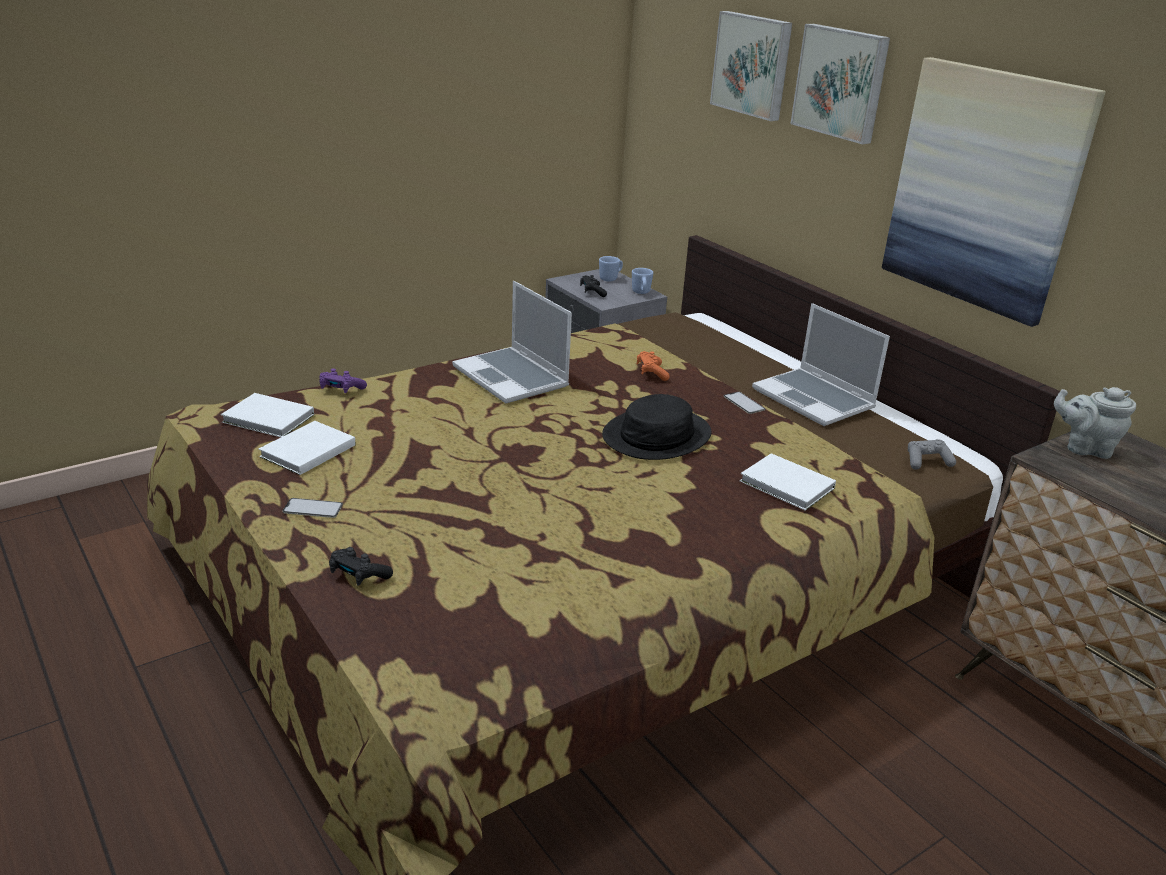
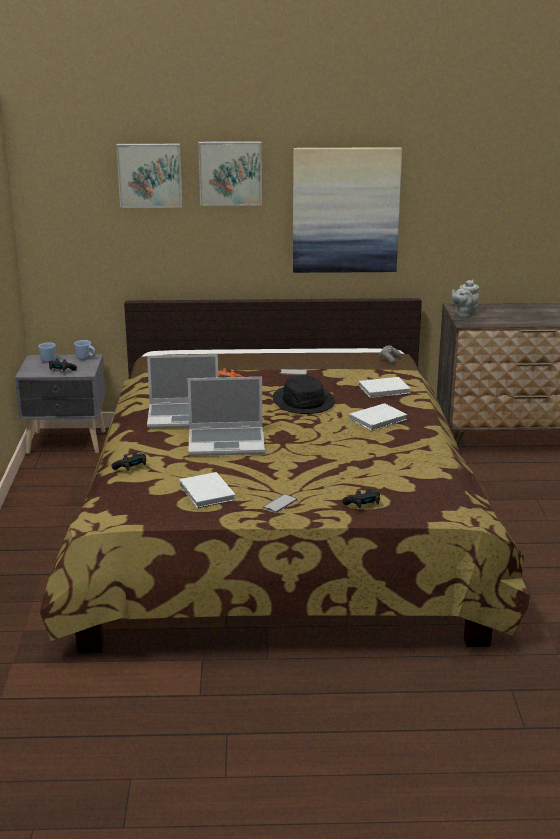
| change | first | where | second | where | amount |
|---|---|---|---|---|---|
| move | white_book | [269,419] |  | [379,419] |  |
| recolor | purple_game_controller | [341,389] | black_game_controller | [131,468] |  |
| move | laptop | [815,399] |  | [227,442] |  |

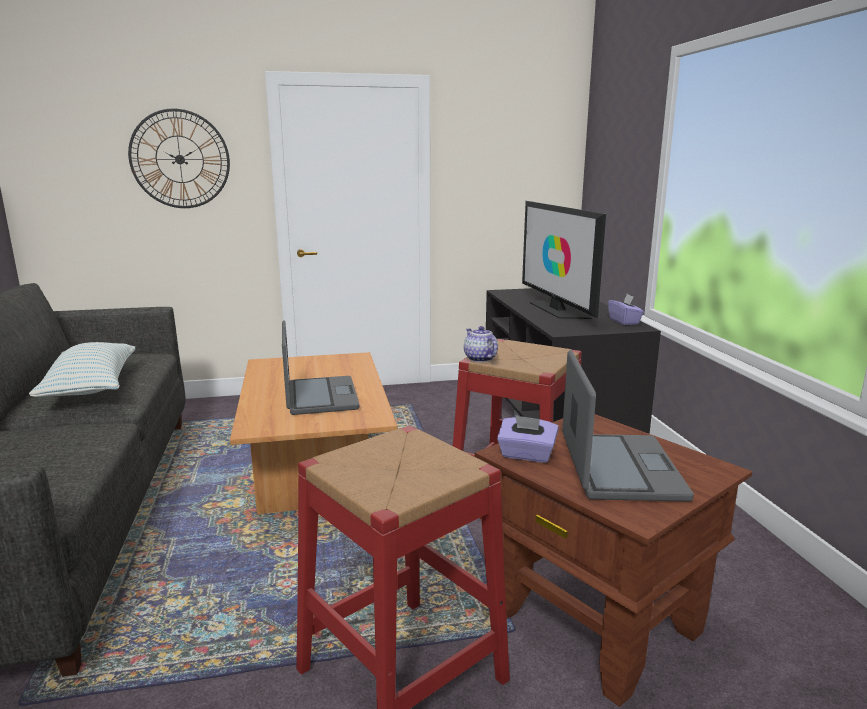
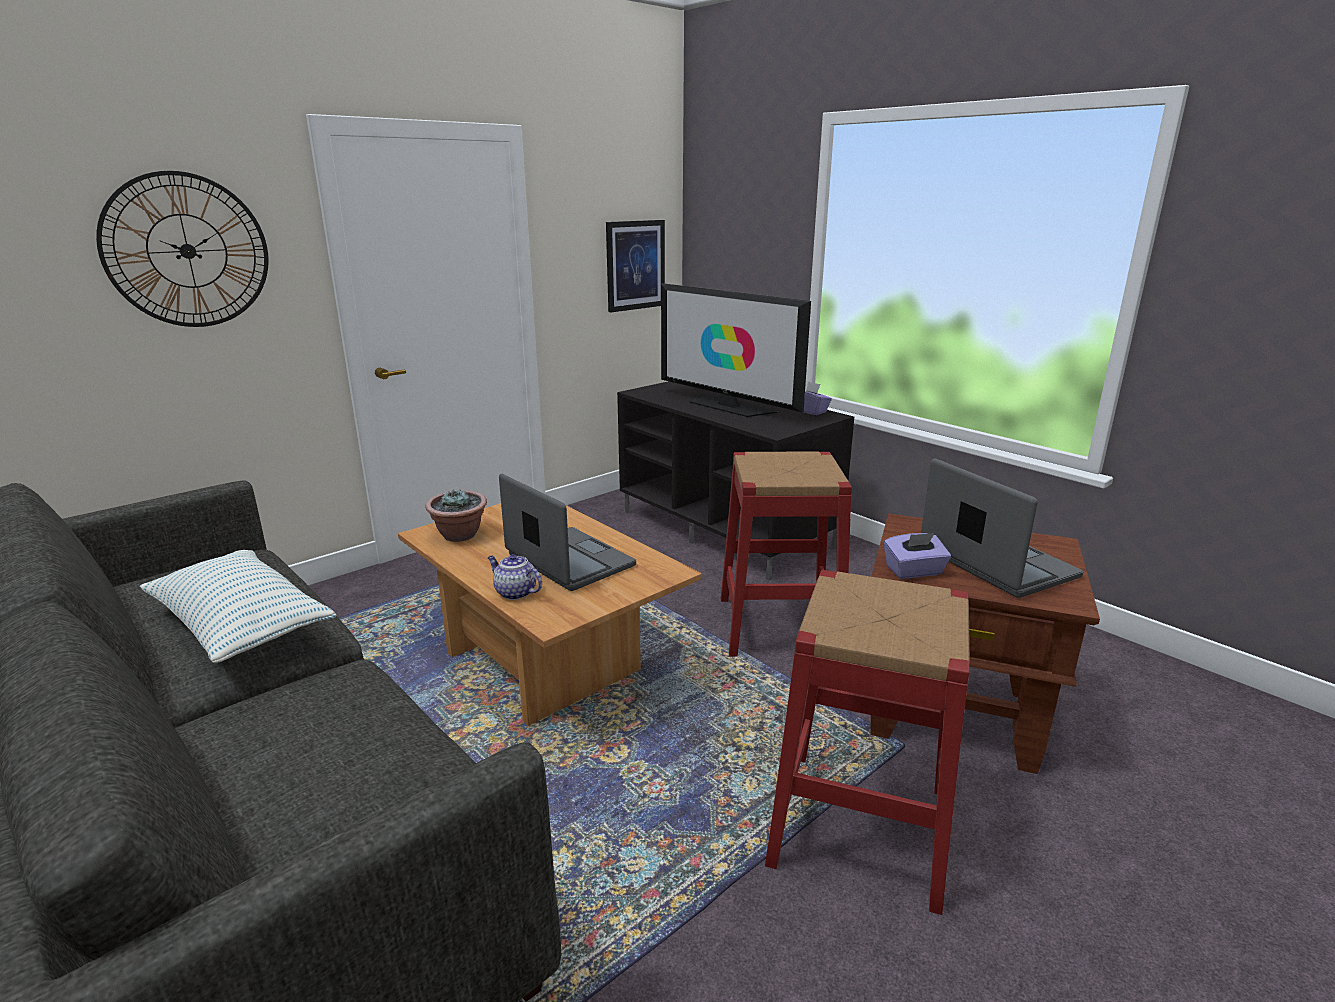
| change | first | where | second | where | amount |
|---|---|---|---|---|---|
| move | teapot | [479,358] |  | [514,592] |  |
| insert |  |  | potted_plant | [460,535] |  |
| insert |  |  | picture | [635,265] |  |

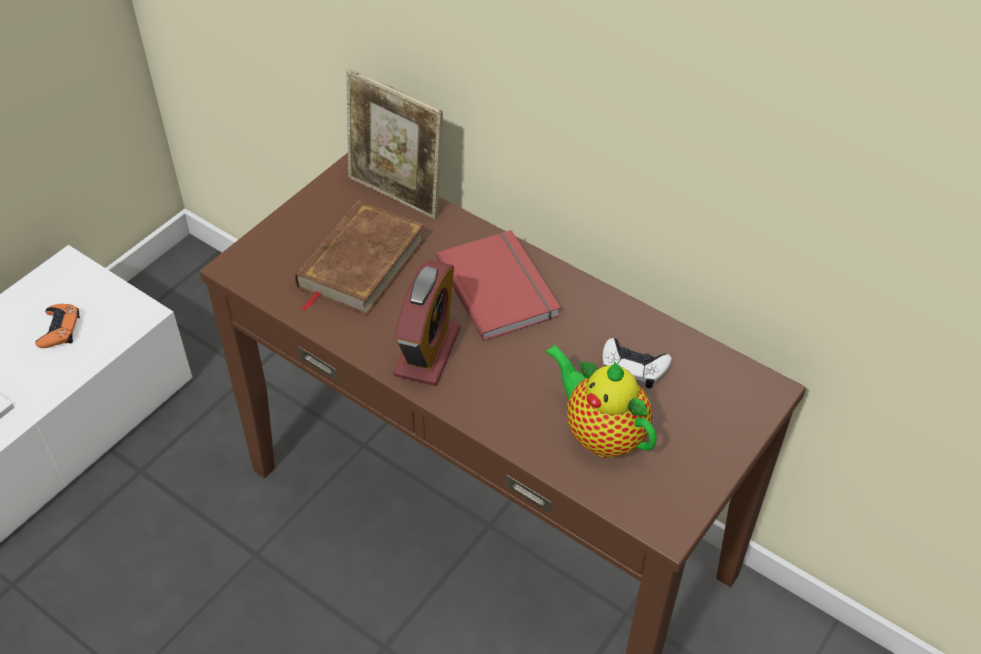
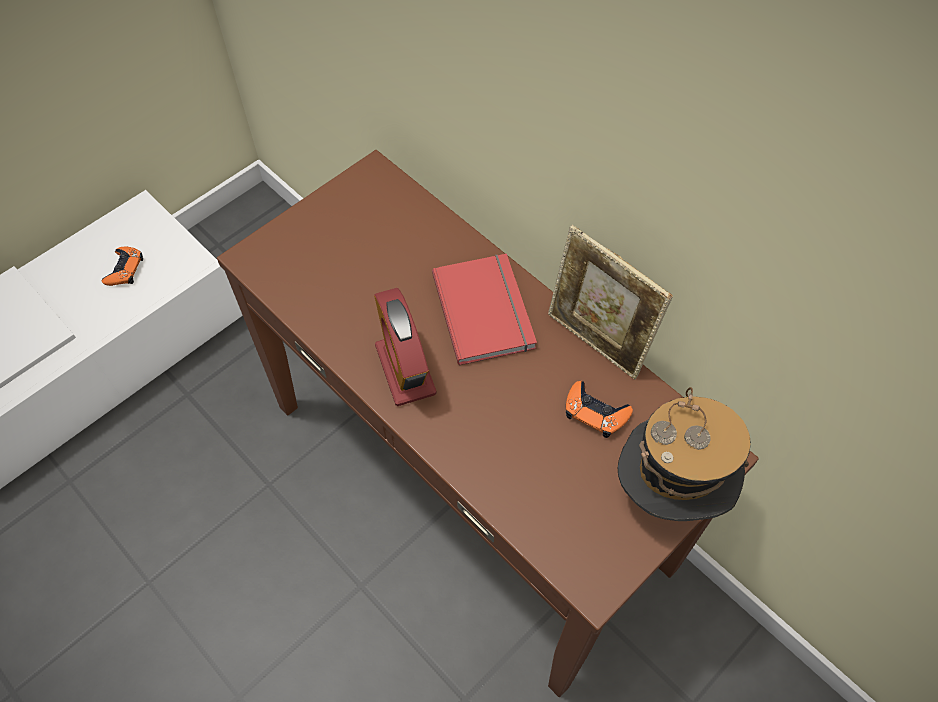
| change | first | where | second | where | amount |
|---|---|---|---|---|---|
| delete | brown_book | [360,264] |  |  |  |
| move | picture_frame | [396,195] |  | [596,343] |  |
| rotate | alarm_clock | [427,352] |  | [405,369] | 135 degrees clockwise |
| delete | teapot | [601,433] |  |  |  |
| recolor | white_game_controller | [633,367] | orange_game_controller | [595,412] |  |
| insert |  |  | hat | [669,493] |  |

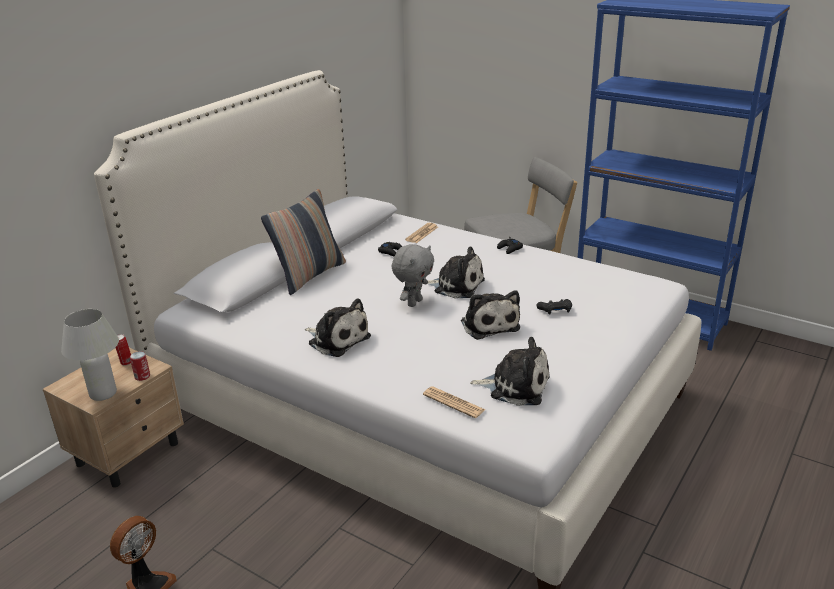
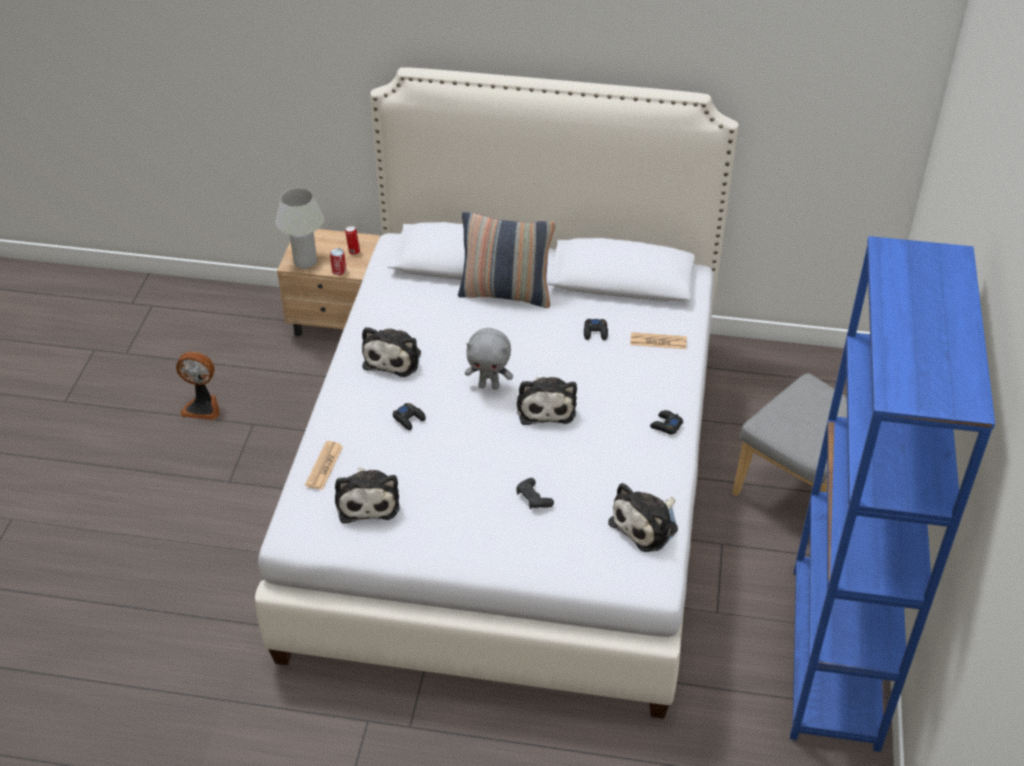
| change | first | where | second | where | amount |
|---|---|---|---|---|---|
| move | plush_toy | [489,324] |  | [647,525] |  |
| insert |  |  | black_game_controller | [409,419] |  |

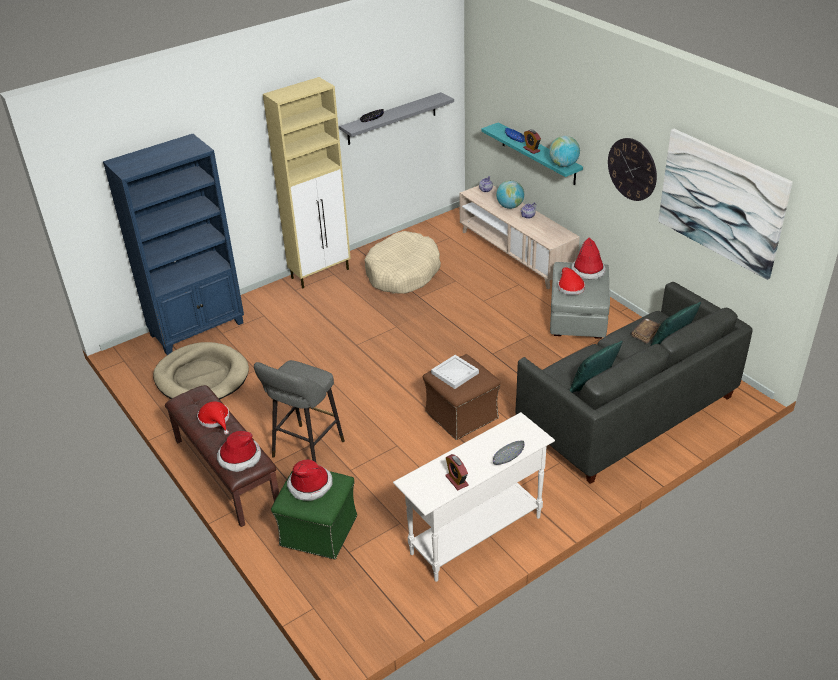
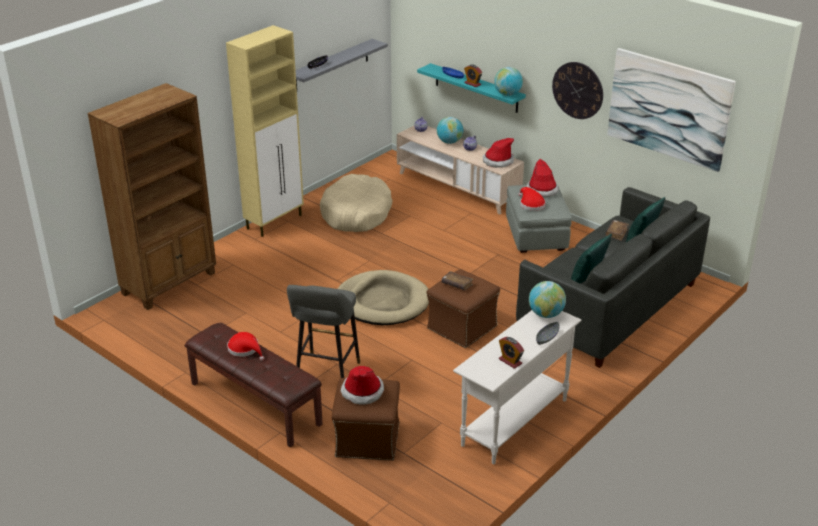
| change | first | where | second | where | amount |
|---|---|---|---|---|---|
| recolor | blue_bookcase | [198,329] | brown_bookcase | [170,283] |  |
| move | beige_dog_bed | [202,377] |  | [382,302] |  |
| move | hat | [239,457] |  | [498,161] |  |
| recolor | green_ottoman | [318,531] | brown_ottoman | [366,440] |  |
| replace | white_tray | [455,372] | brown_book | [457,284] |  |
| insert |  |  | globe | [545,314] |  |

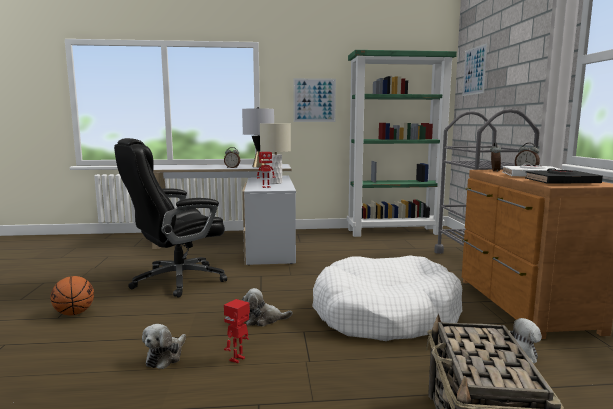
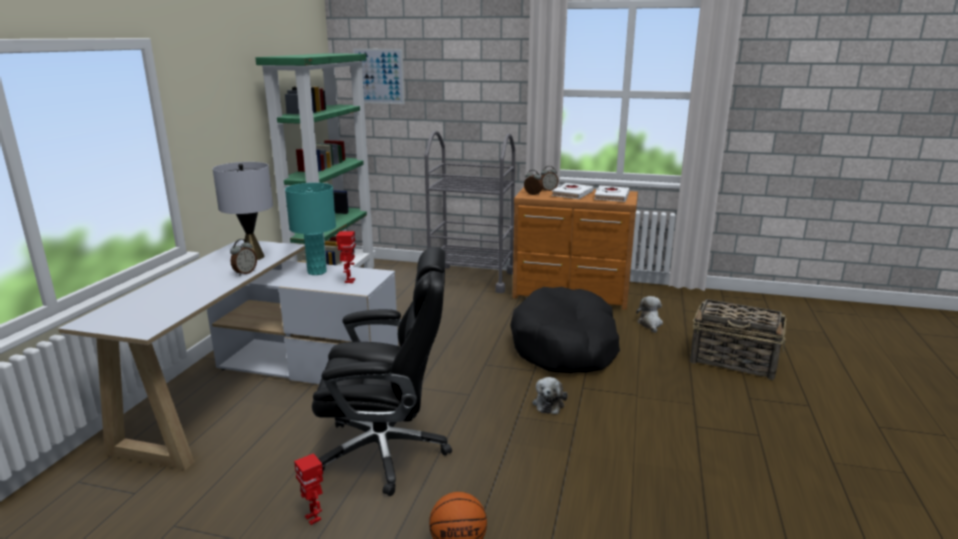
| change | first | where | second | where | amount |
|---|---|---|---|---|---|
| rotate | black_office_chair | [176,280] |  | [386,451] | 75 degrees counterclockwise |
| delete | plush_toy | [165,357] |  |  |  |
| move | toy_robot | [238,359] |  | [314,518] |  |
| recolor | beige_table_lamp | [276,183] | turquoise_table_lamp | [316,272] |  |
| delete | picture | [314,100] |  |  |  |
| recolor | white_dog_bed | [385,315] | black_dog_bed | [565,346] |  |
| recolor | black_book | [561,182] | white_book | [611,197] |  |

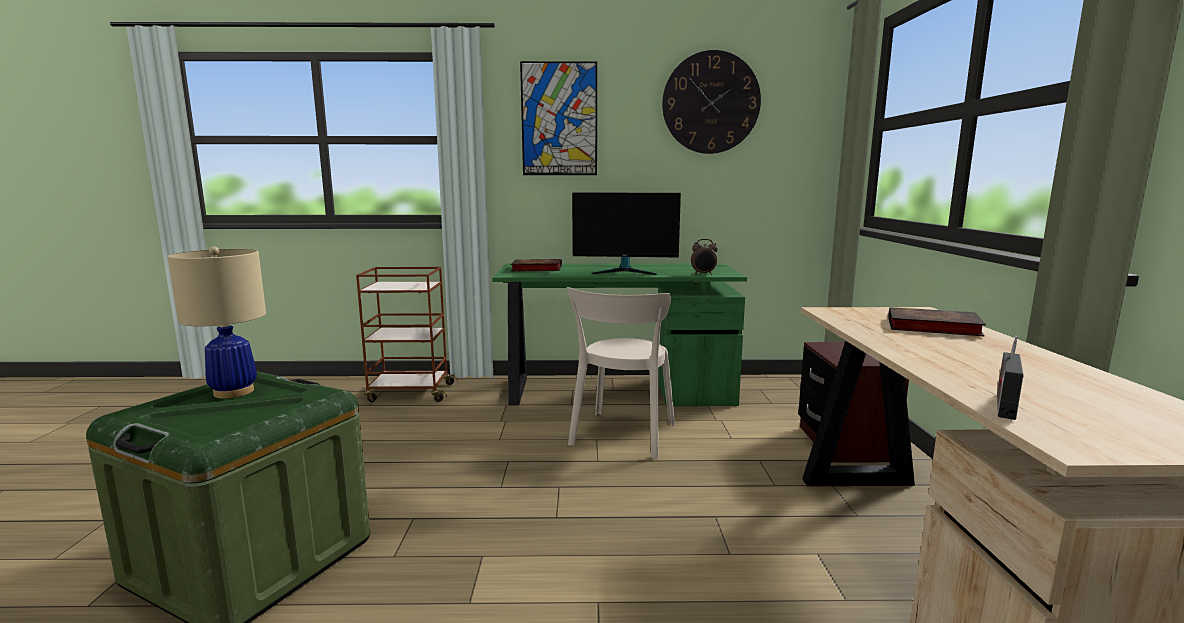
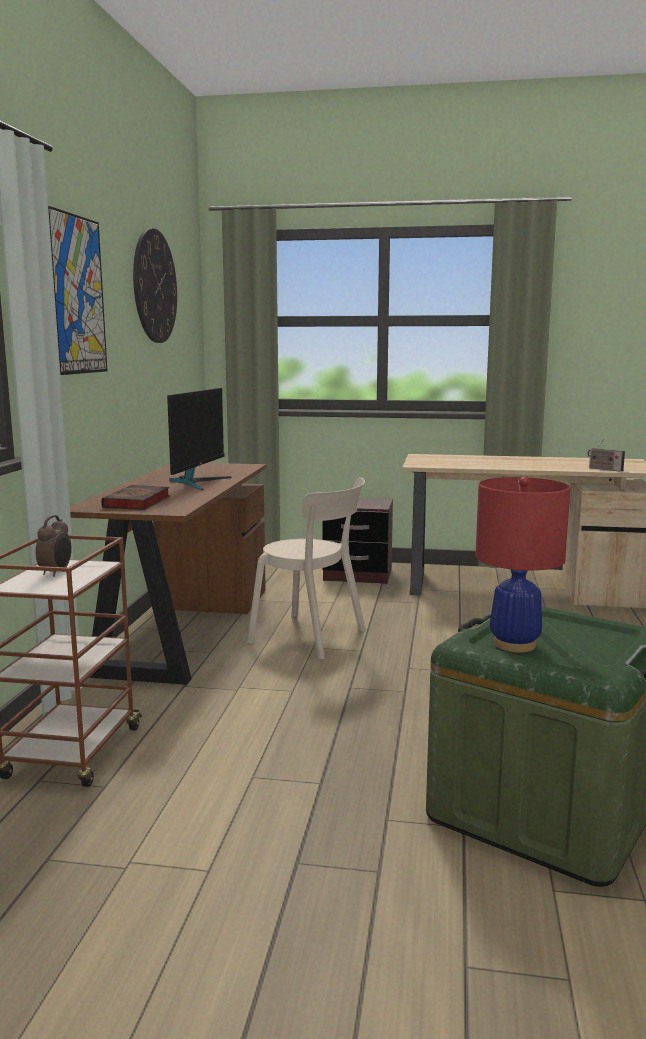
| change | first | where | second | where | amount |
|---|---|---|---|---|---|
| recolor | beige_table_lamp | [233,392] | red_table_lamp | [514,644] |  |
| recolor | green_desk | [616,390] | brown_desk | [183,629] |  |
| move | alarm_clock | [703,274] |  | [56,573] |  |
| delete | book | [930,327] |  |  |  |

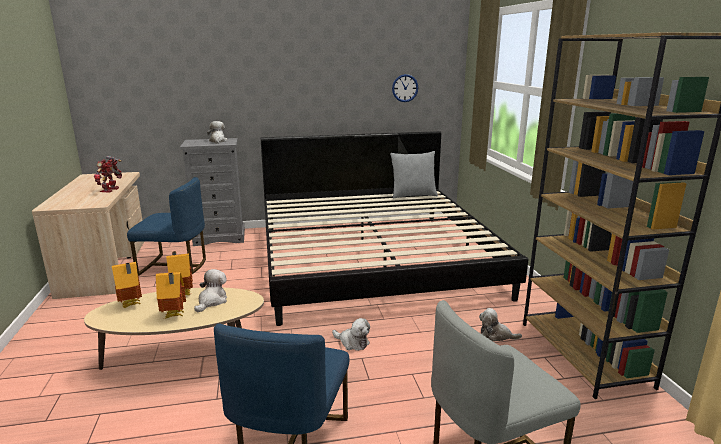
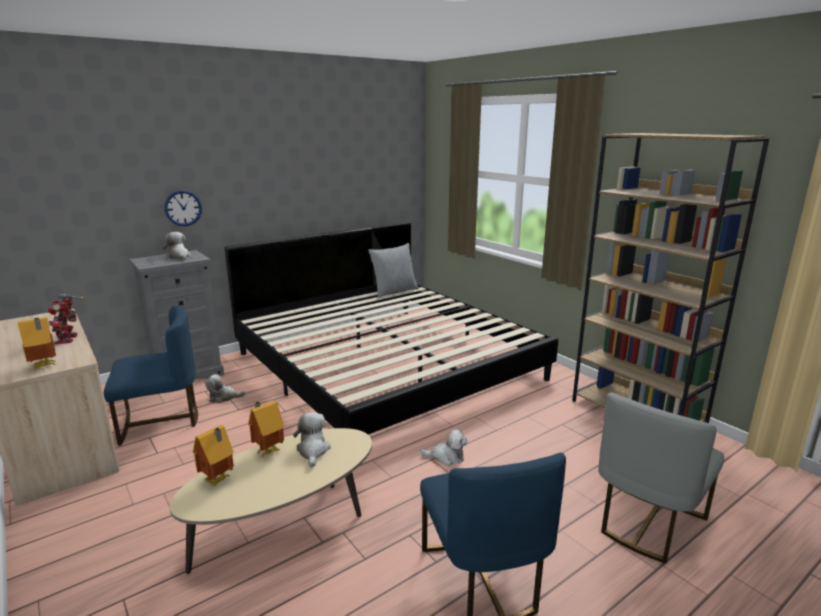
| change | first | where | second | where | amount |
|---|---|---|---|---|---|
| move | toy_house | [174,316] |  | [44,366] |  |
| move | wall_clock | [405,88] |  | [183,208] |  |
| move | plush_toy | [496,335] |  | [223,397] |  |

